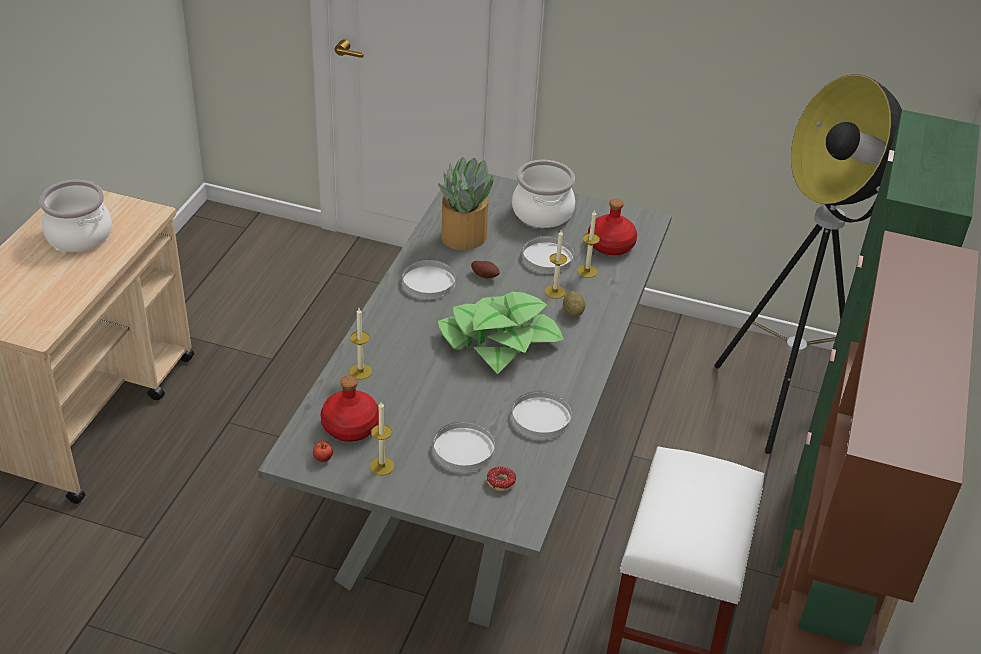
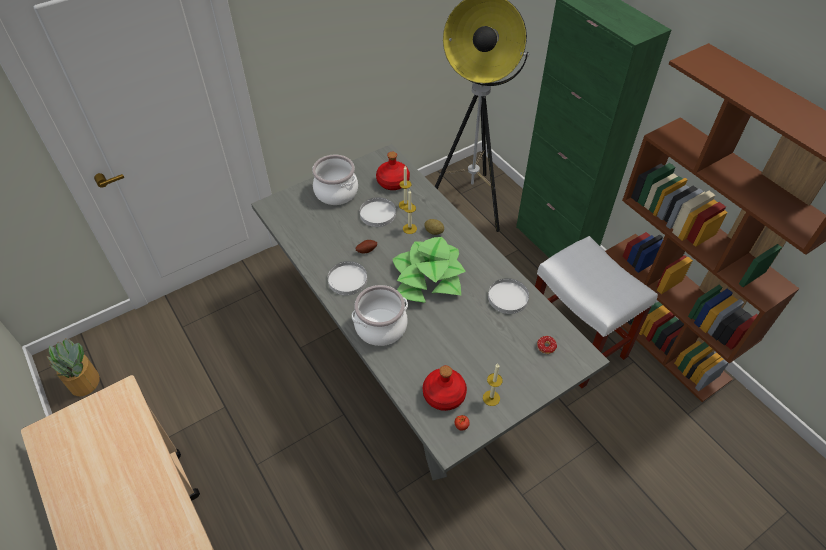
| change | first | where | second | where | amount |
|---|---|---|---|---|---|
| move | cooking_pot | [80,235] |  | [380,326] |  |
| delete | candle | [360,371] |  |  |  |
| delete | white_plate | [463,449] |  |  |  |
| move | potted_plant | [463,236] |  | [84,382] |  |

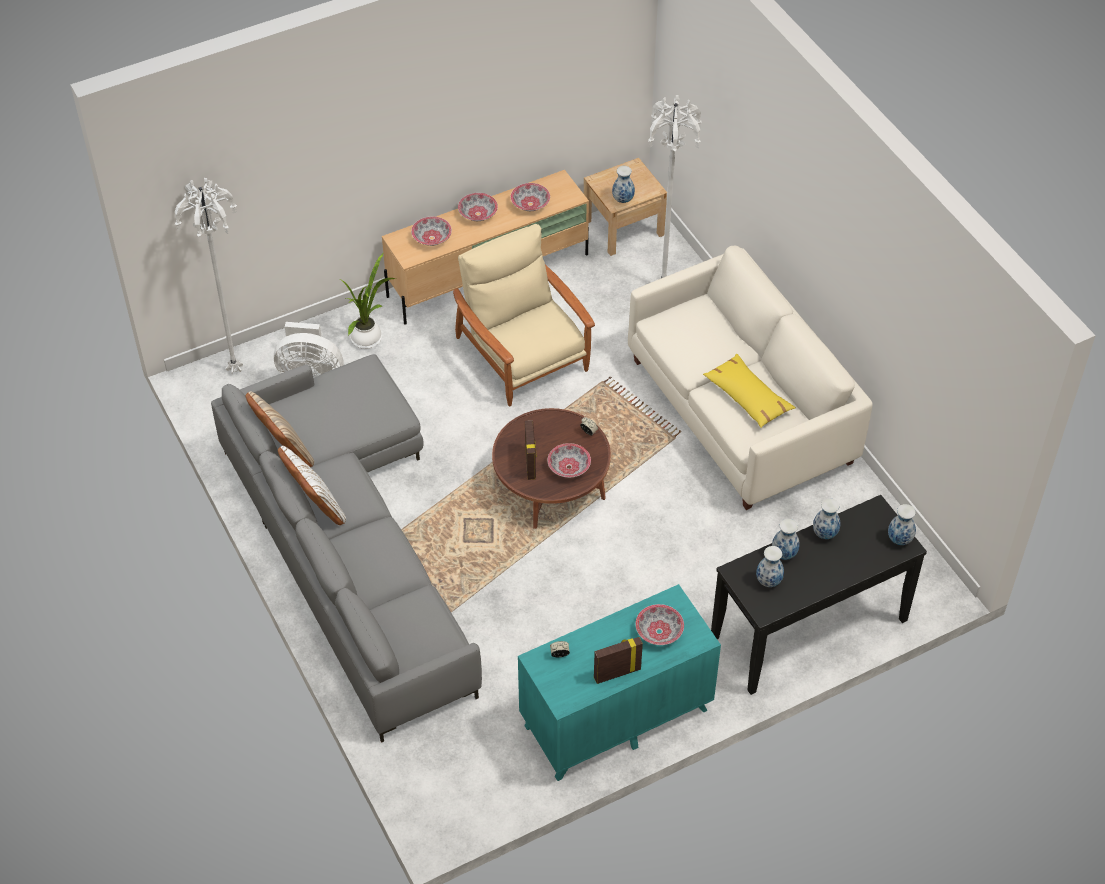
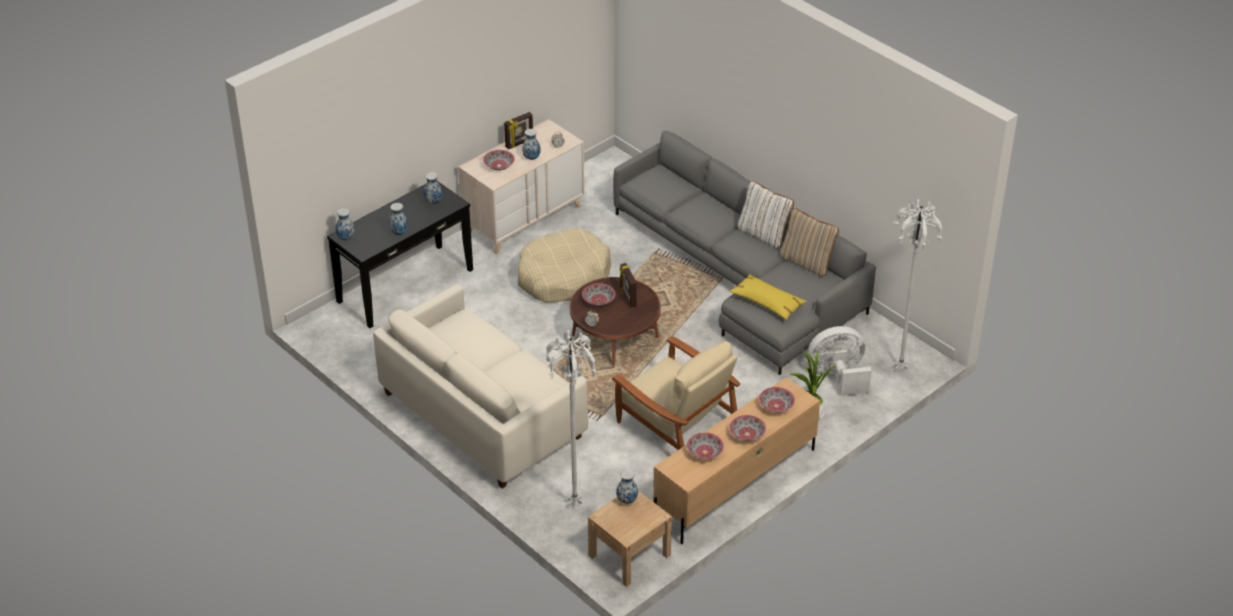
| change | first | where | second | where | amount |
|---|---|---|---|---|---|
| recolor | turquoise_dresser | [615,718] | beige_dresser | [524,219] |  |
| move | yellow_pillow | [747,397] |  | [767,302] |  |
| move | vase | [784,553] |  | [531,158] |  |
| insert |  |  | beige_dog_bed | [563,277] |  |

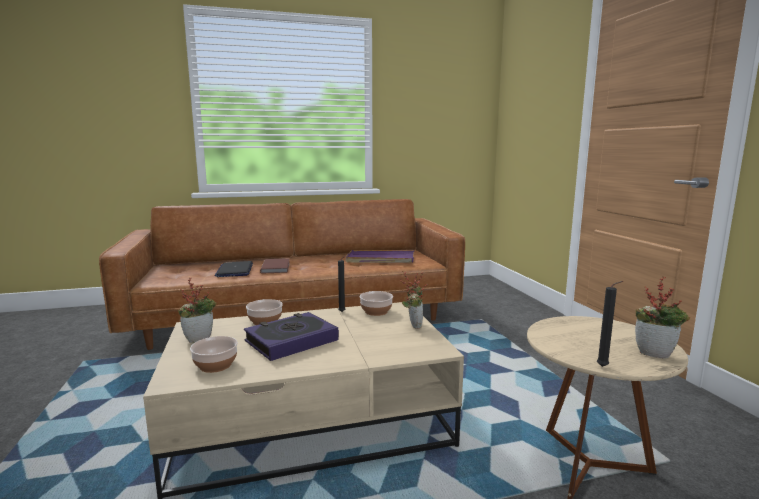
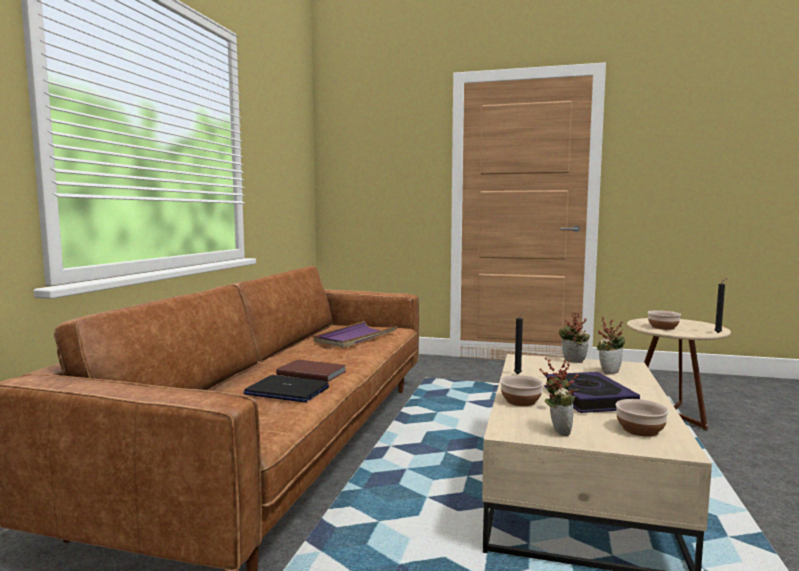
| change | first | where | second | where | amount |
|---|---|---|---|---|---|
| move | bowl | [376,311] |  | [662,327] |  |
| move | potted_plant | [656,354] |  | [609,372] |  |

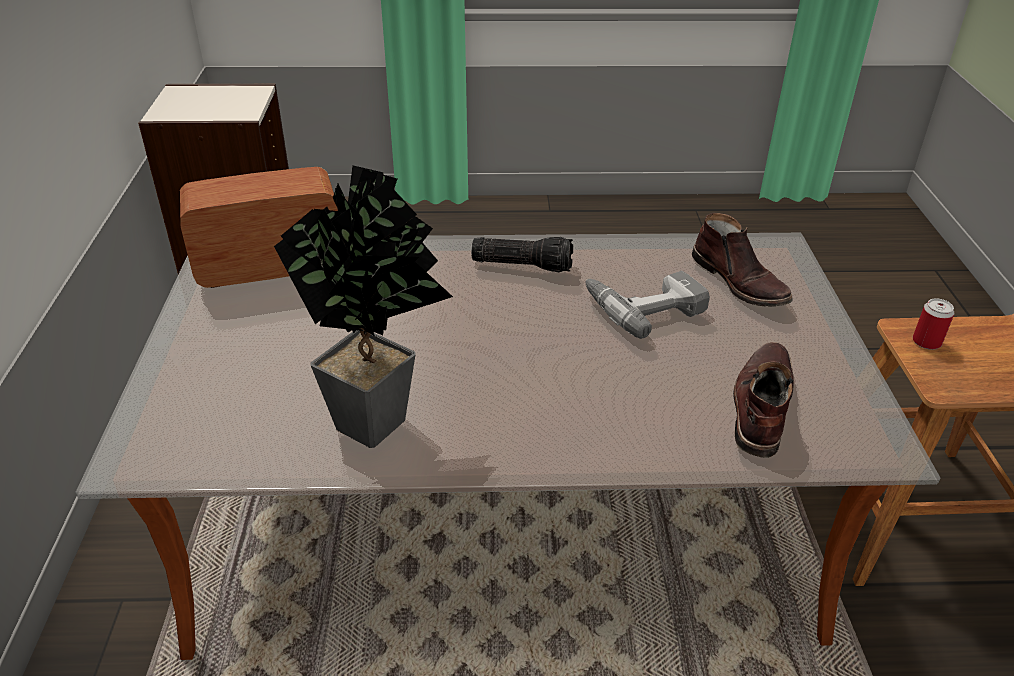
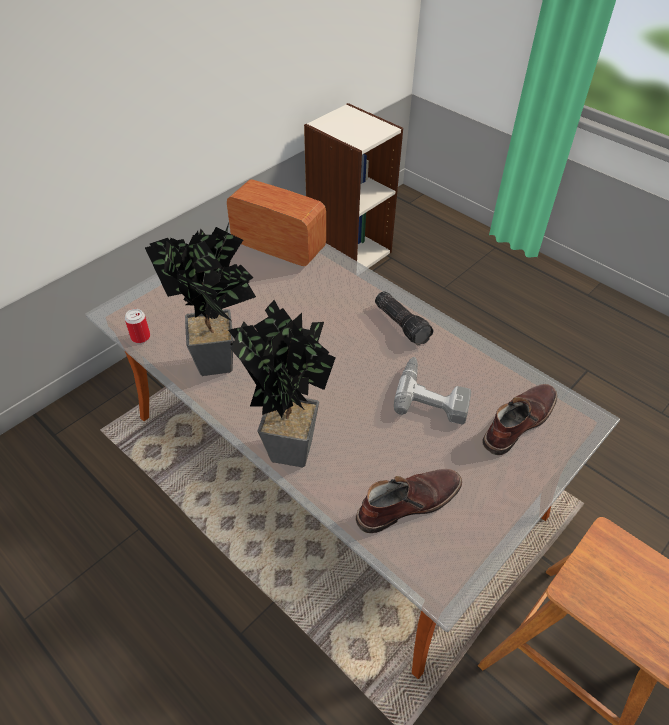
| change | first | where | second | where | amount |
|---|---|---|---|---|---|
| rotate | brown_boot | [740,282] |  | [517,422] | 150 degrees counterclockwise |
| move | can | [926,342] |  | [140,337] |  |
| insert |  |  | potted_plant | [285,446] |  |

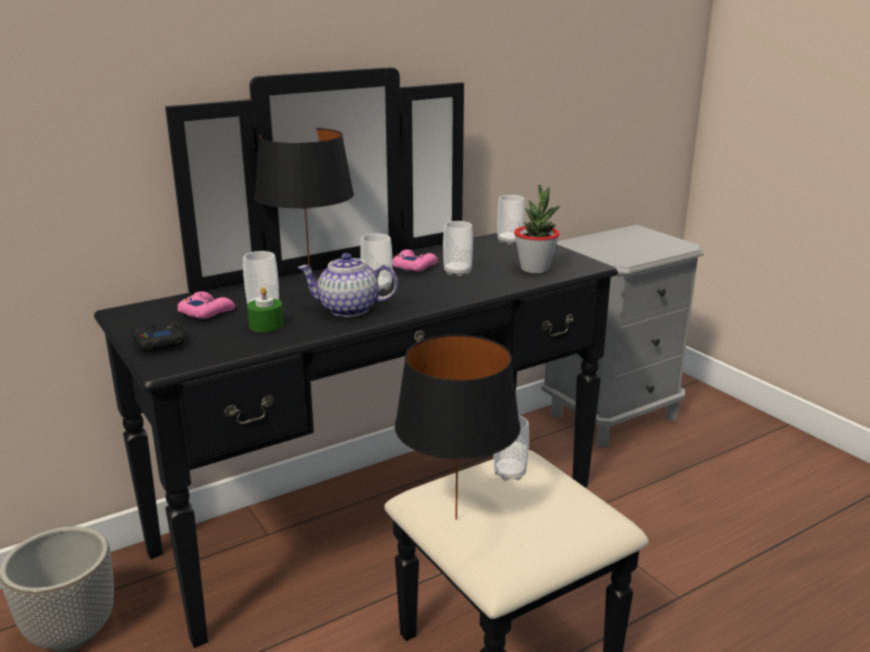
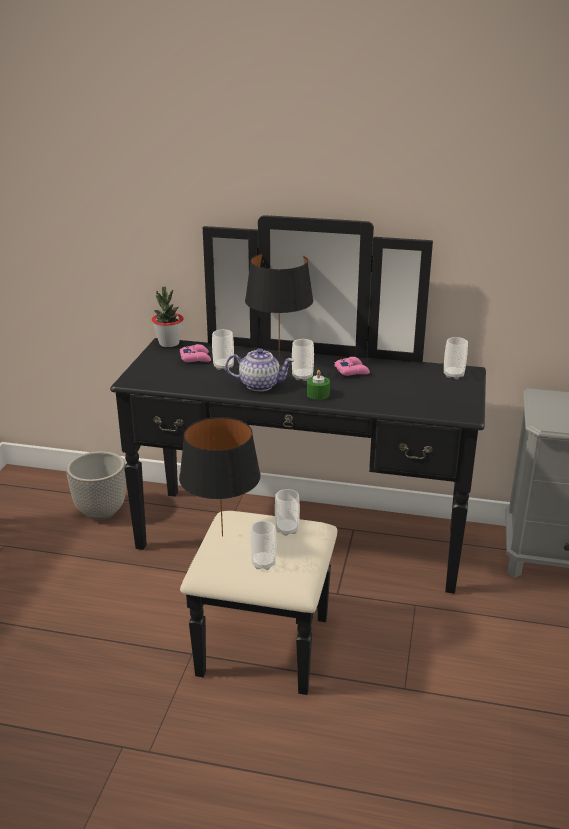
| change | first | where | second | where | amount |
|---|---|---|---|---|---|
| delete | black_game_controller | [159,343] |  |  |  |
| move | green_candle | [266,325] |  | [318,394] |  |
| rotate | teapot | [348,309] |  | [260,385] | 135 degrees clockwise |
| move | cup | [457,272] |  | [263,563] |  |
| move | potted_plant | [535,269] |  | [169,343] |  |

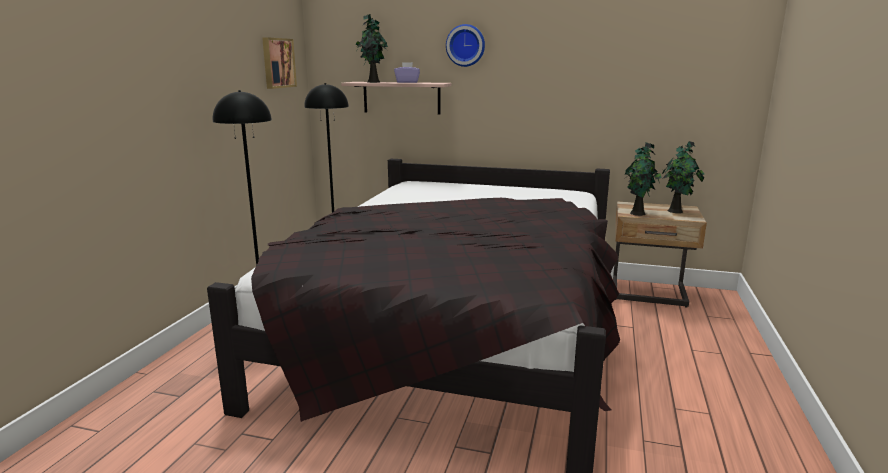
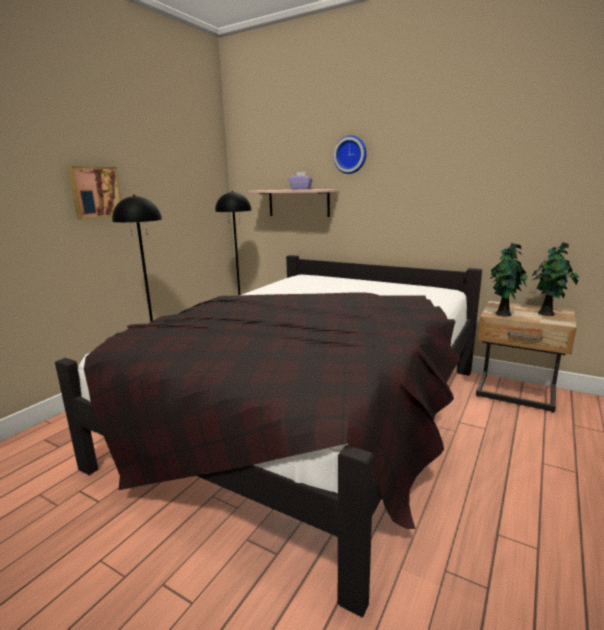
| change | first | where | second | where | amount |
|---|---|---|---|---|---|
| move | picture | [277,63] |  | [95,192] |  |
| delete | potted_plant | [372,82] |  |  |  |

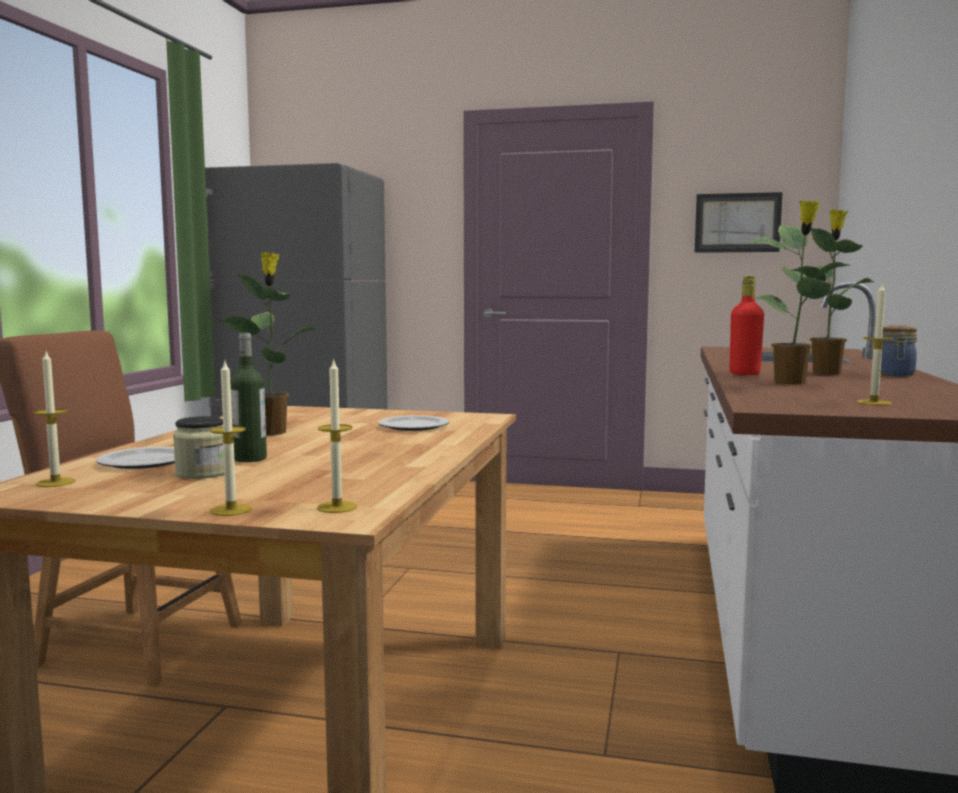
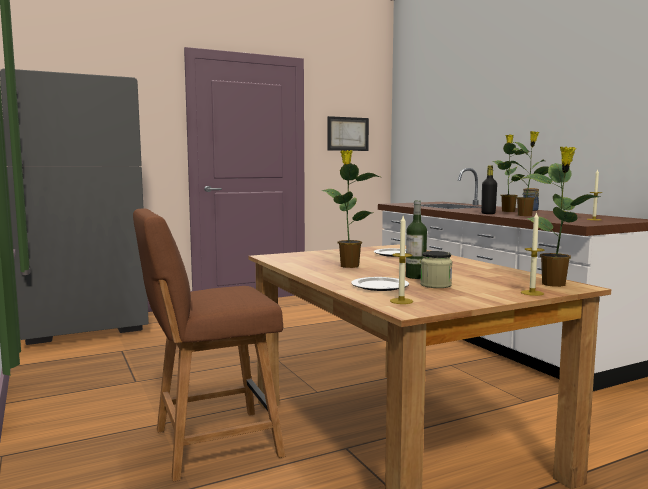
| change | first | where | second | where | amount |
|---|---|---|---|---|---|
| replace | candle | [337,507] | potted_plant | [554,284] |  |
| recolor | red_bottle | [744,374] | black_bottle | [488,213] |  |

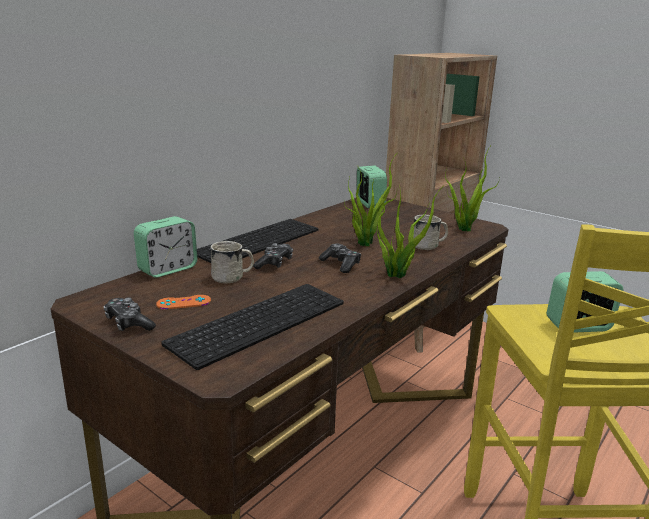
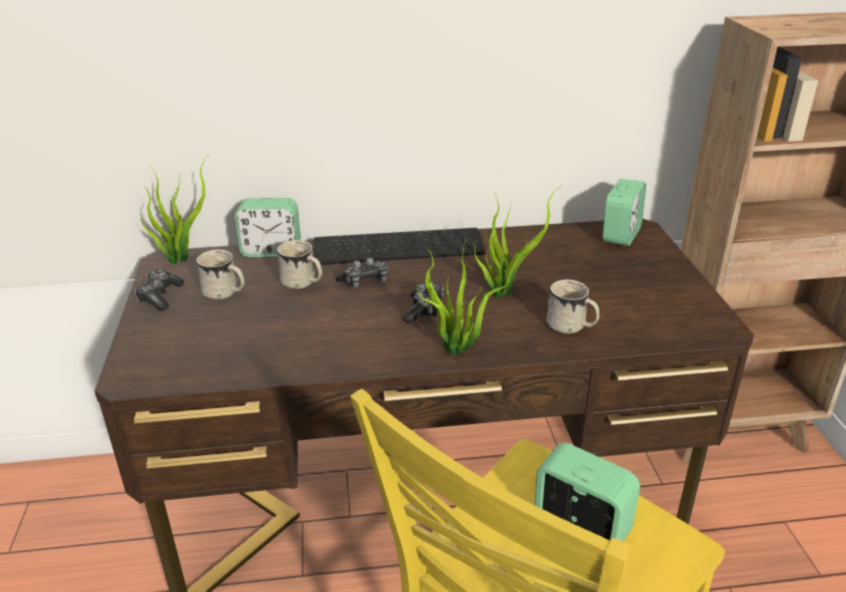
| change | first | where | second | where | amount |
|---|---|---|---|---|---|
| replace | orange_game_controller | [183,302] | white_mug | [225,293] |  |
| delete | keyboard | [259,321] |  |  |  |
| move | potted_plant | [463,228] |  | [181,258] |  |

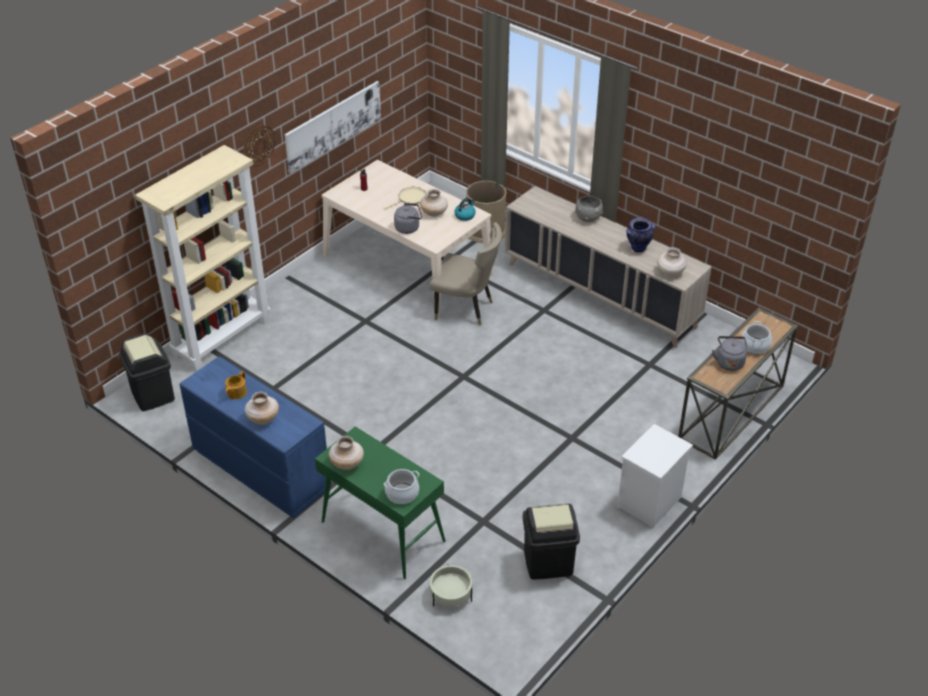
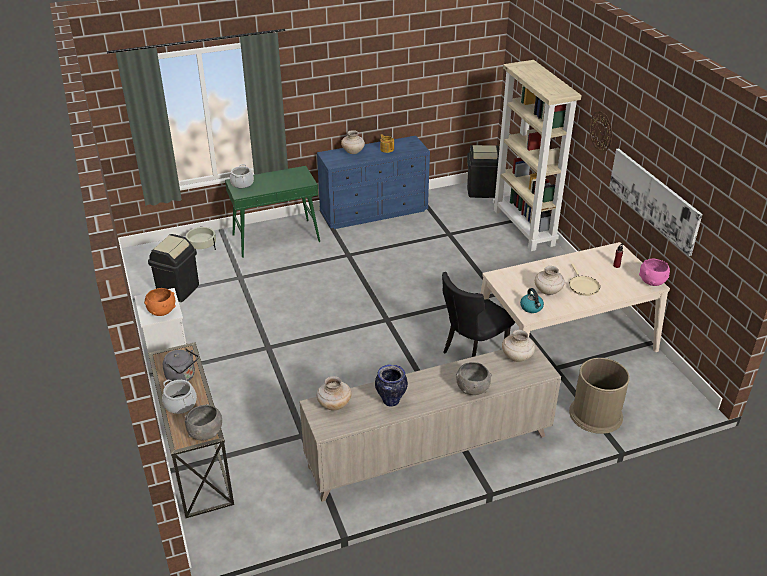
| change | first | where | second | where | amount |
|---|---|---|---|---|---|
| move | beige_vase | [347,463] |  | [517,357] |  |
| delete | grey_kettle | [408,228] |  |  |  |
| recolor | beige_chair | [466,309] | black_chair | [471,352] |  |
| insert |  |  | orange_bowl | [162,311] |  |
| insert |  |  | grey_bowl | [205,433] |  |
| insert |  |  | pink_bowl | [652,281] |  |

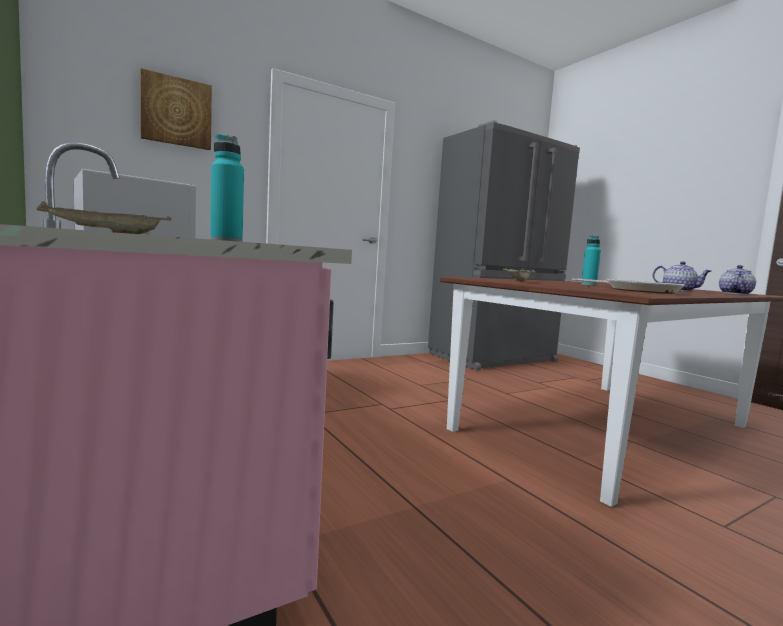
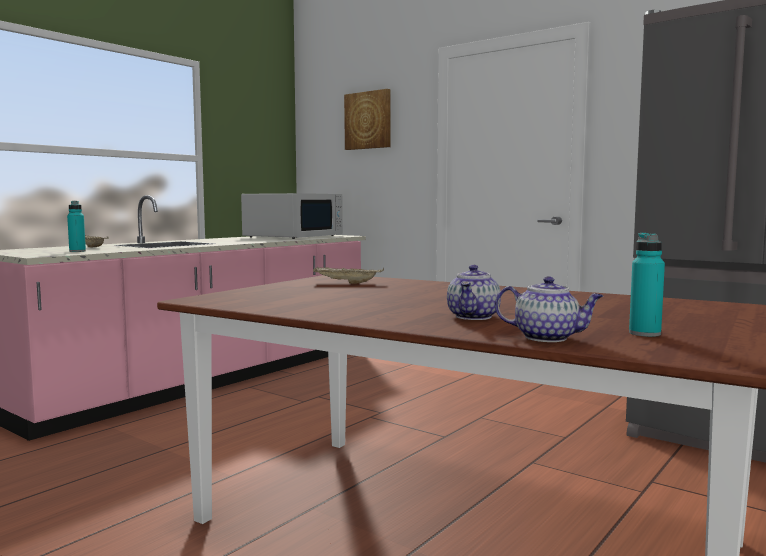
| change | first | where | second | where | amount |
|---|---|---|---|---|---|
| delete | frying_pan | [637,290] |  |  |  |
| move | turquoise_bottle | [589,285] |  | [644,333] |  |

